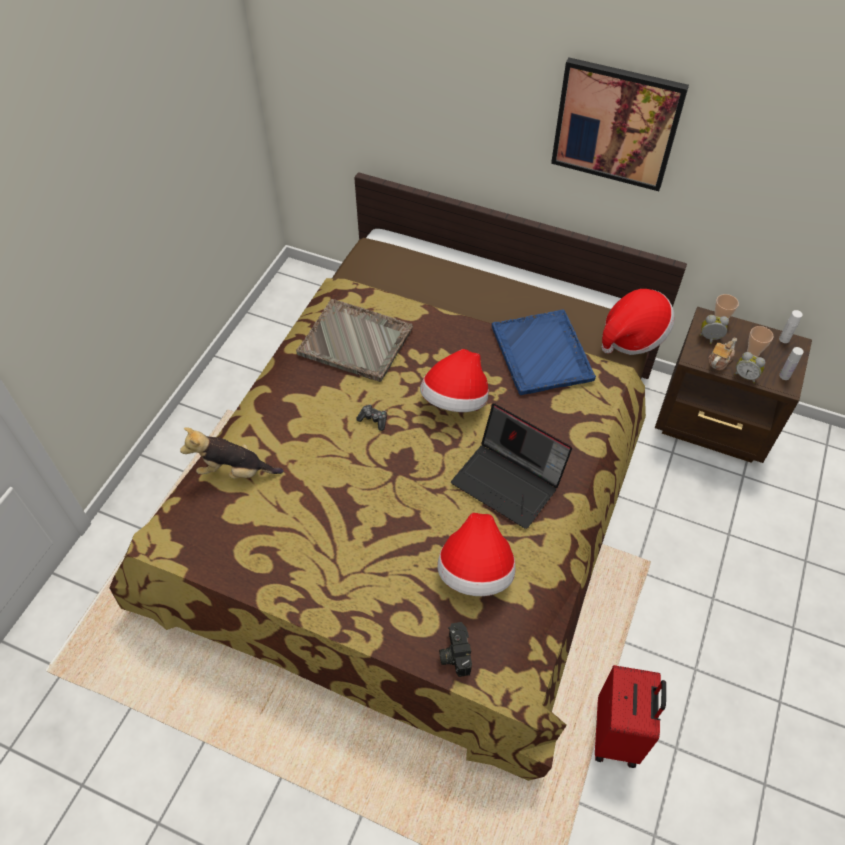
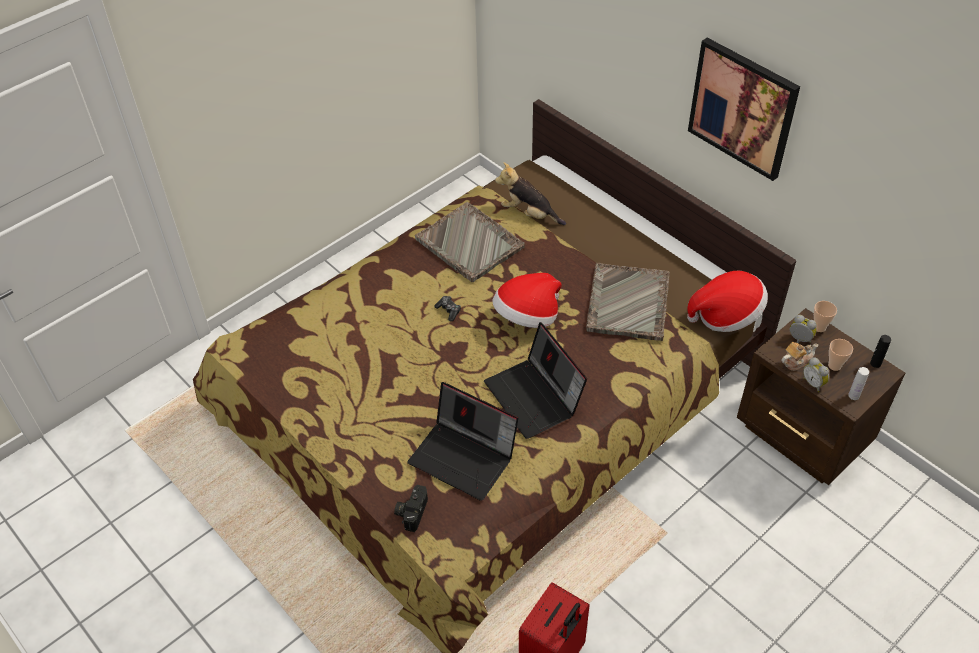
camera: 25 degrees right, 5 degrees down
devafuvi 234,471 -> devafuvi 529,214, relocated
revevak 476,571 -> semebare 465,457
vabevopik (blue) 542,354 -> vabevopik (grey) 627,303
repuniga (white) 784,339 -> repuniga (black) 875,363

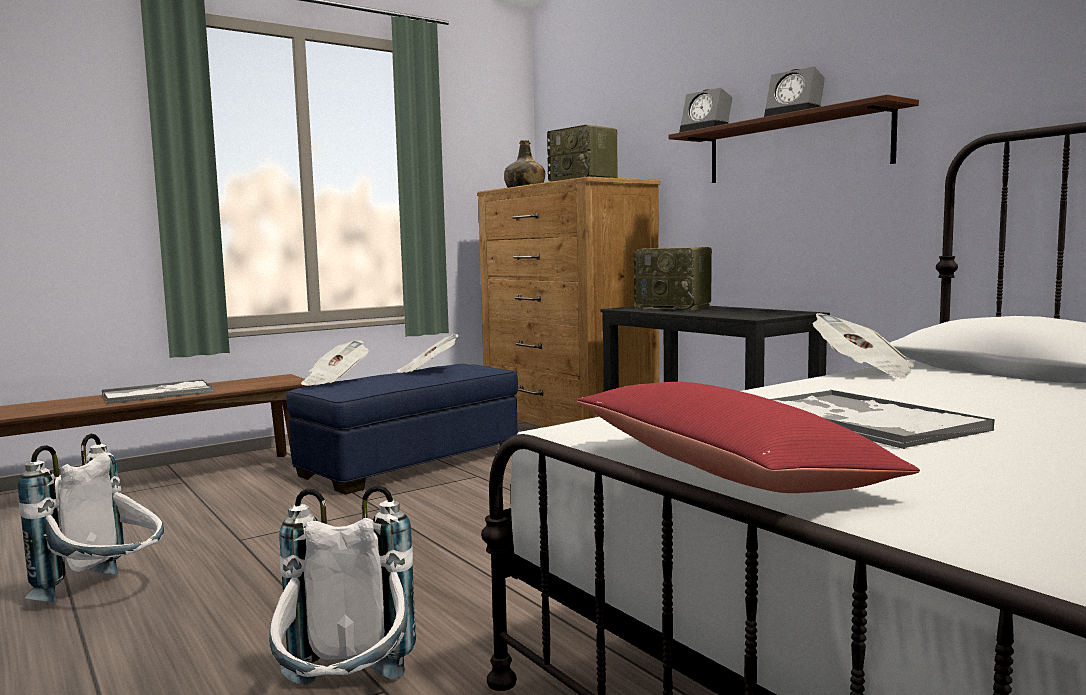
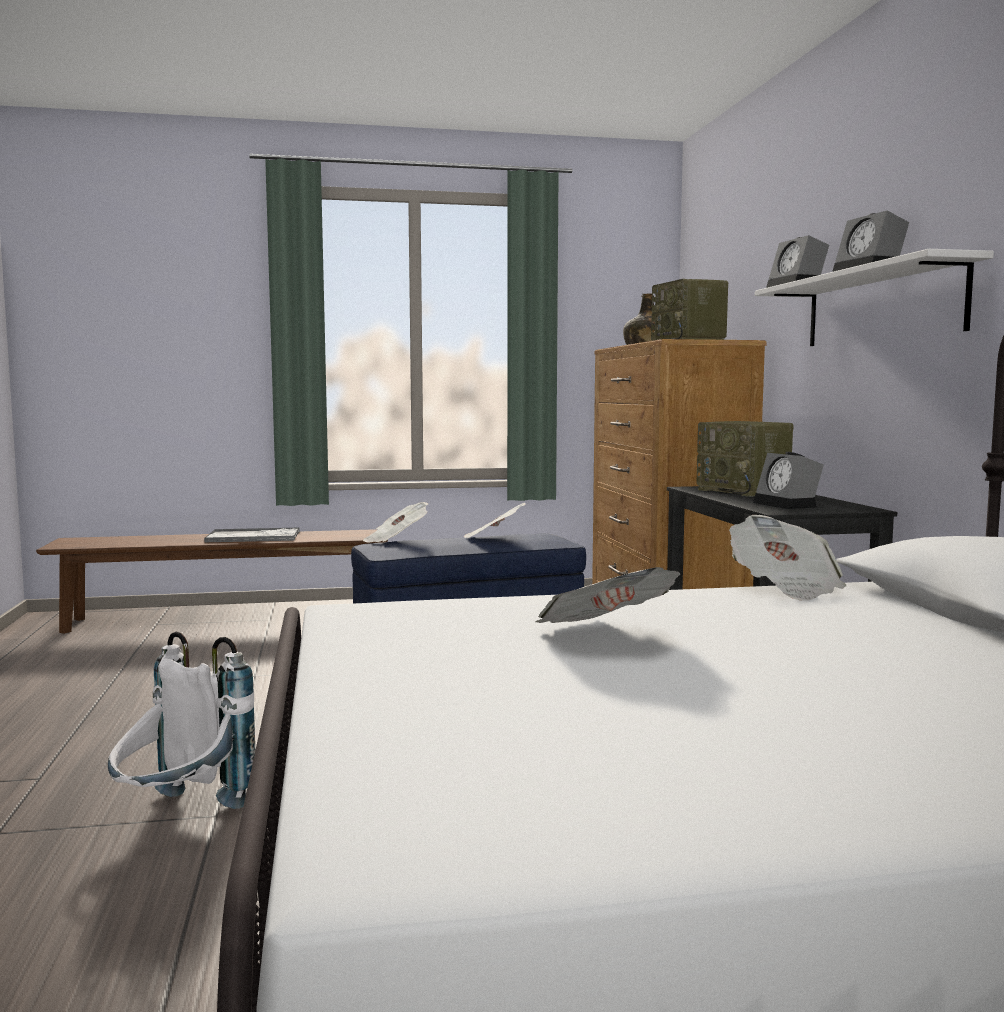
camera: 25 degrees right, 0 degrees up
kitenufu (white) 107,593 -> none
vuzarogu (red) 723,470 -> none
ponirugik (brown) 794,147 -> ponirugik (white) 881,307
vabevopik 860,420 -> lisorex 605,636
none -> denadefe 788,505

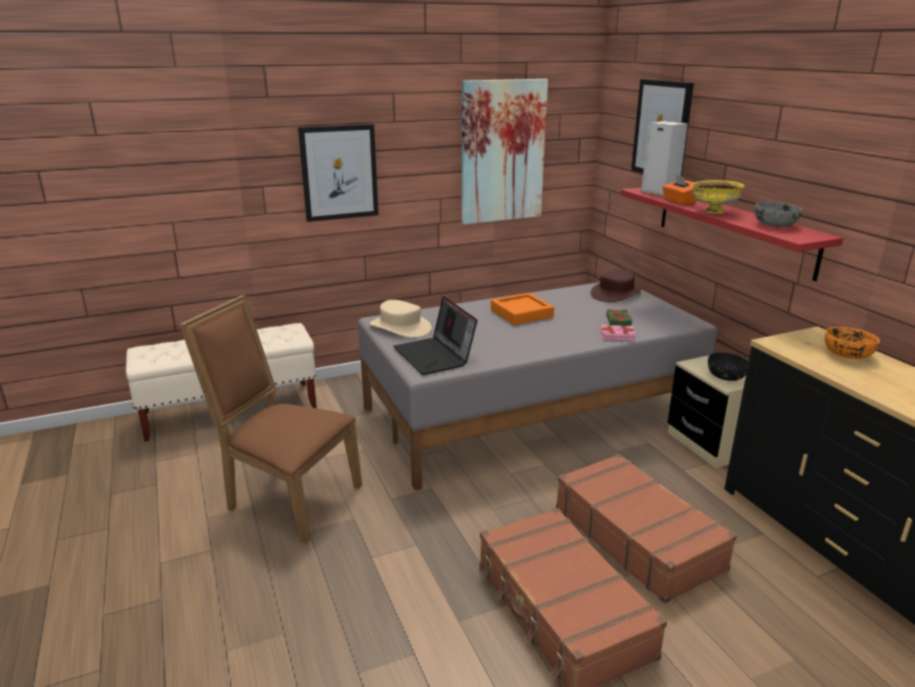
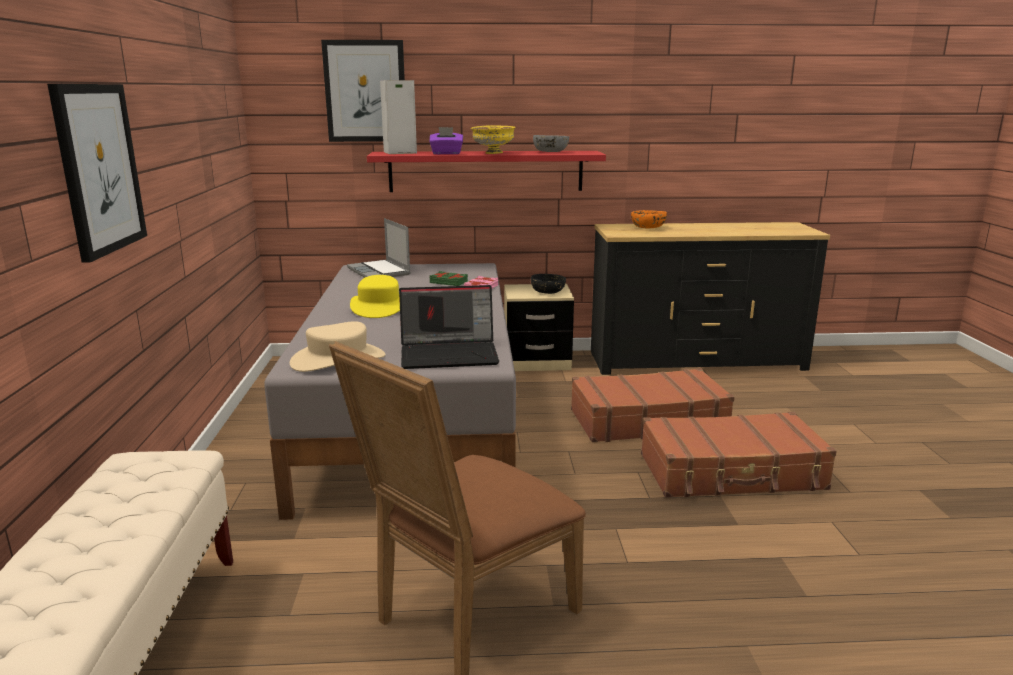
camera: 70 degrees left, 5 degrees down
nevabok 502,152 -> none
vabevopik (orange) 521,313 -> revevak (yellow) 379,306
revevak (brown) 616,293 -> semebare 380,271
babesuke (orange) 679,202 -> babesuke (purple) 446,153

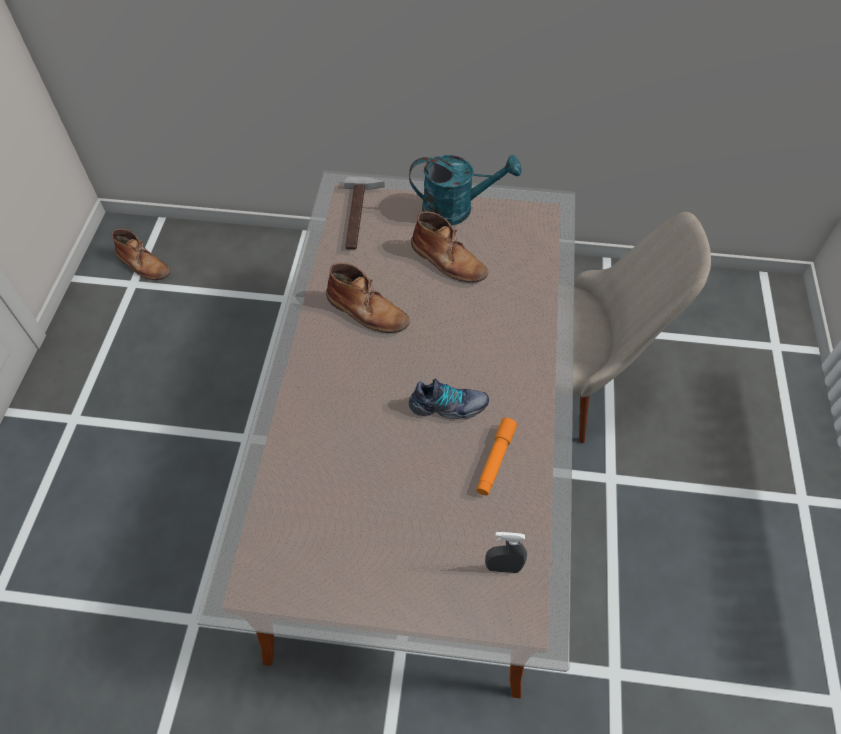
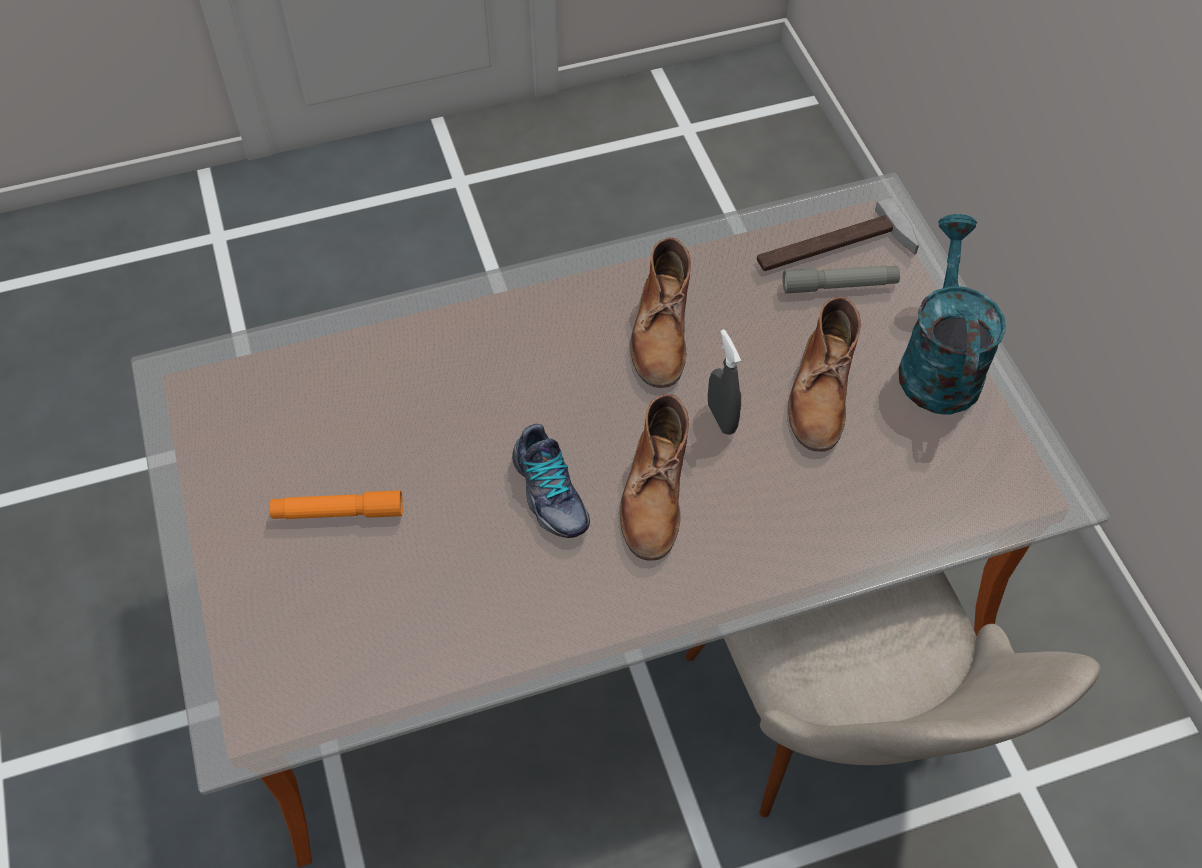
camera: 65 degrees right, 0 degrees up
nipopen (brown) 143,264 -> nipopen (brown) 655,493, relocated
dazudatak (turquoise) 457,208 -> dazudatak (turquoise) 938,362, 150 degrees counterclockwise
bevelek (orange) 495,460 -> bevelek (orange) 338,512, relocated
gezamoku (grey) 503,567 -> gezamoku (grey) 721,418, relocated
none -> bevelek (grey) 839,285

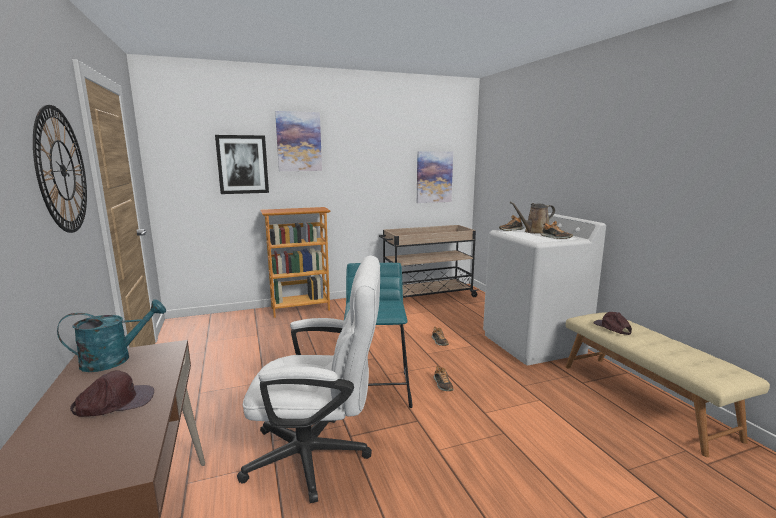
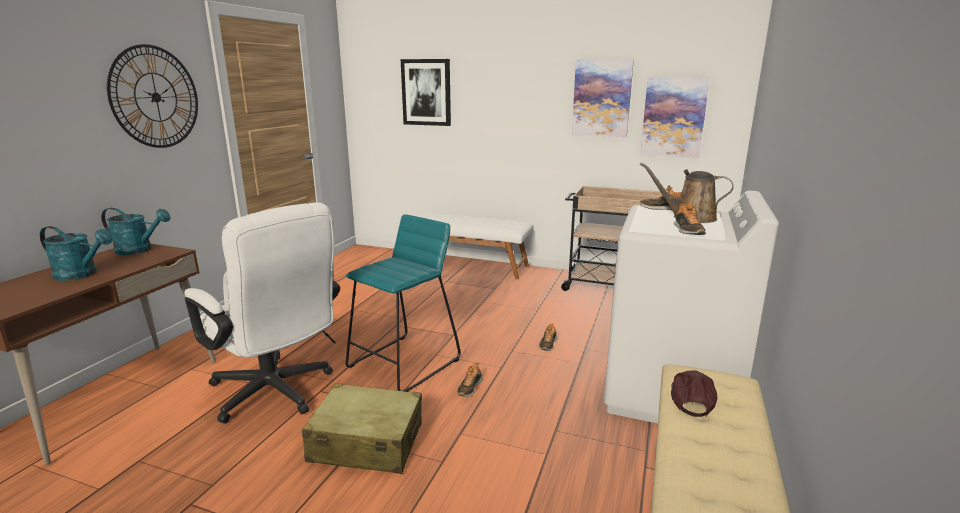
camera: 40 degrees right, 5 degrees up
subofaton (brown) 115,402 -> dazudatak (turquoise) 82,275
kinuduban 300,309 -> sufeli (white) 468,265
nevabok 299,141 -> nevabok 601,98, relocated
none -> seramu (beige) 366,443

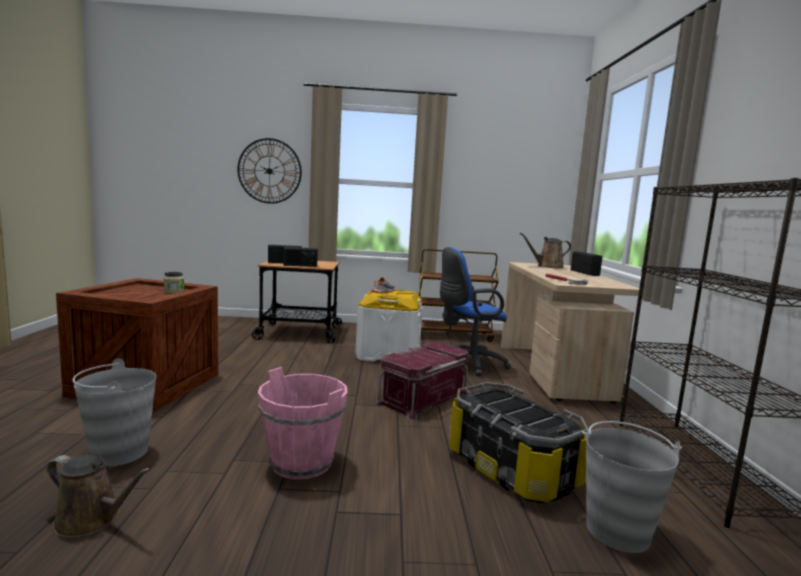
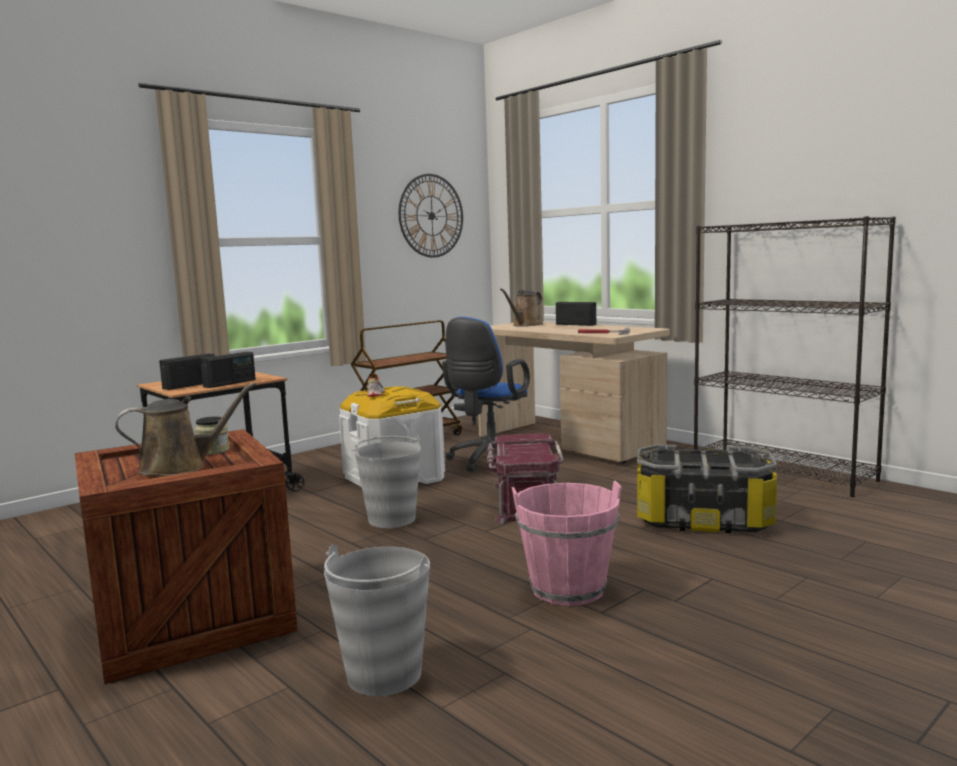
camera: 40 degrees left, 0 degrees up
dazudatak (brown) 92,520 -> dazudatak (brown) 180,467, relocated
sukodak 269,171 -> sukodak 431,216, relocated
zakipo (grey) 617,531 -> zakipo (grey) 392,519, relocated

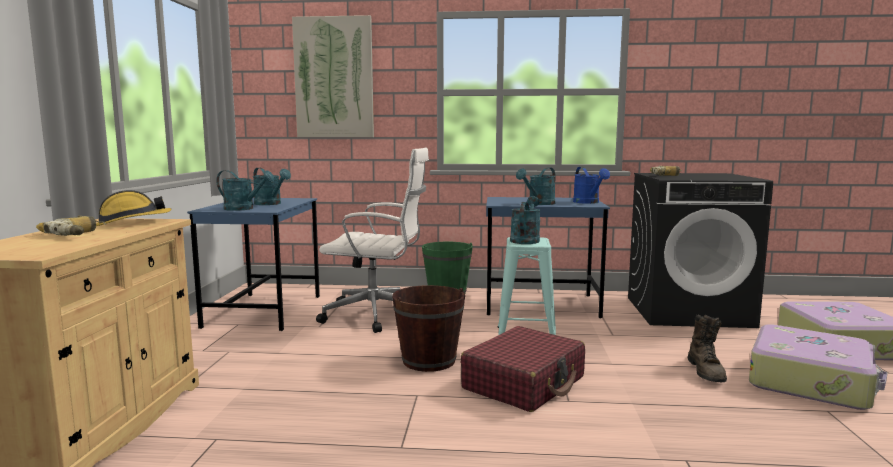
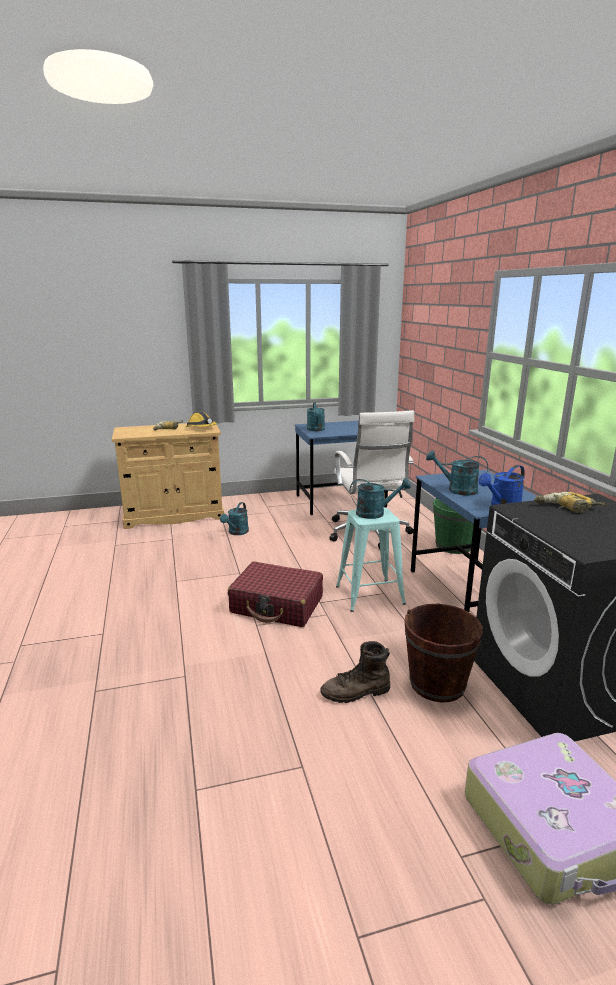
camera: 70 degrees right, 10 degrees up
dazudatak (turquoise) 271,204 -> dazudatak (turquoise) 236,532, relocated
nevabok 334,78 -> none
zakipo (brown) 429,361 -> zakipo (brown) 437,684, relocated
seramu 811,381 -> none

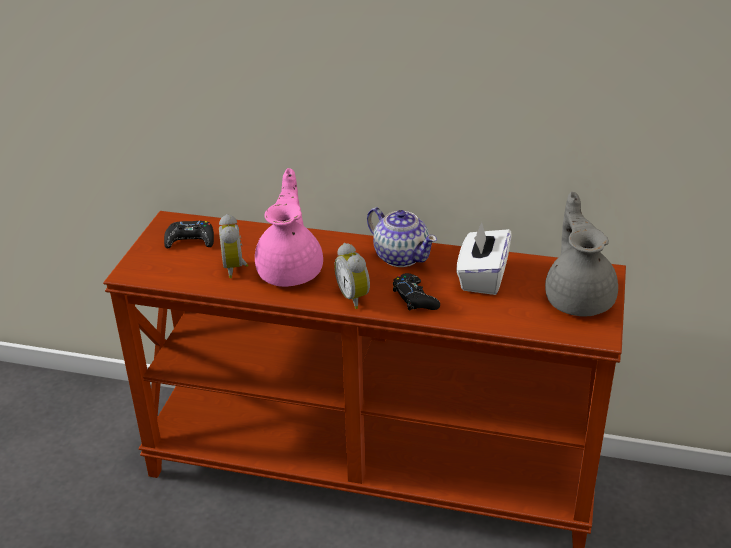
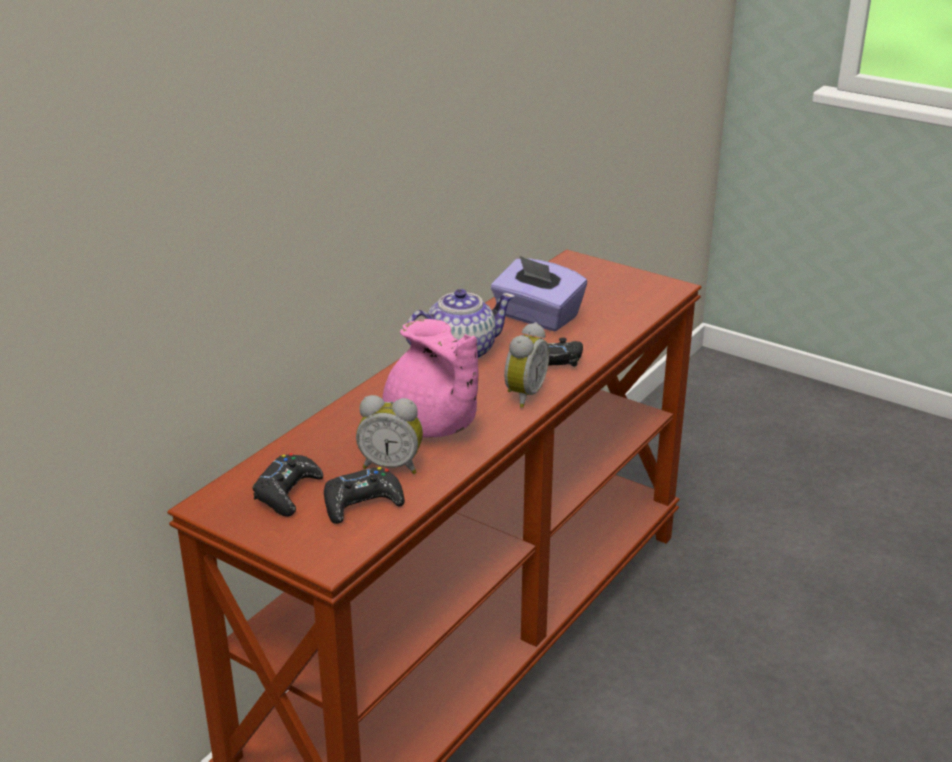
camera: 70 degrees left, 5 degrees down
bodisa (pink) 291,270 -> bodisa (pink) 432,426, 150 degrees counterclockwise
denadefe 355,297 -> denadefe 522,395, 60 degrees counterclockwise
babesuke (white) 482,277 -> babesuke (purple) 537,317
bodisa (grey) 578,298 -> none
none -> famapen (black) 362,503

